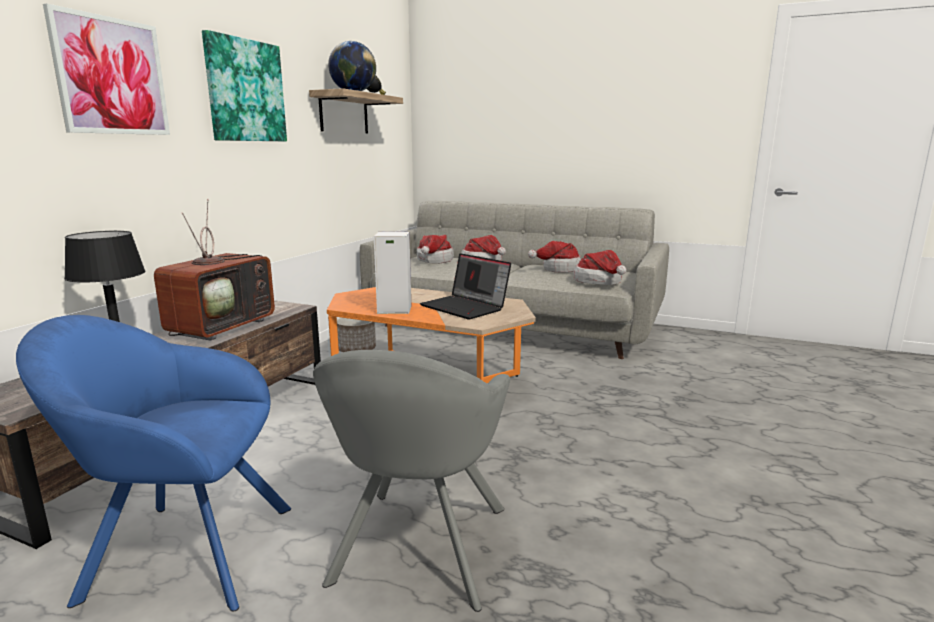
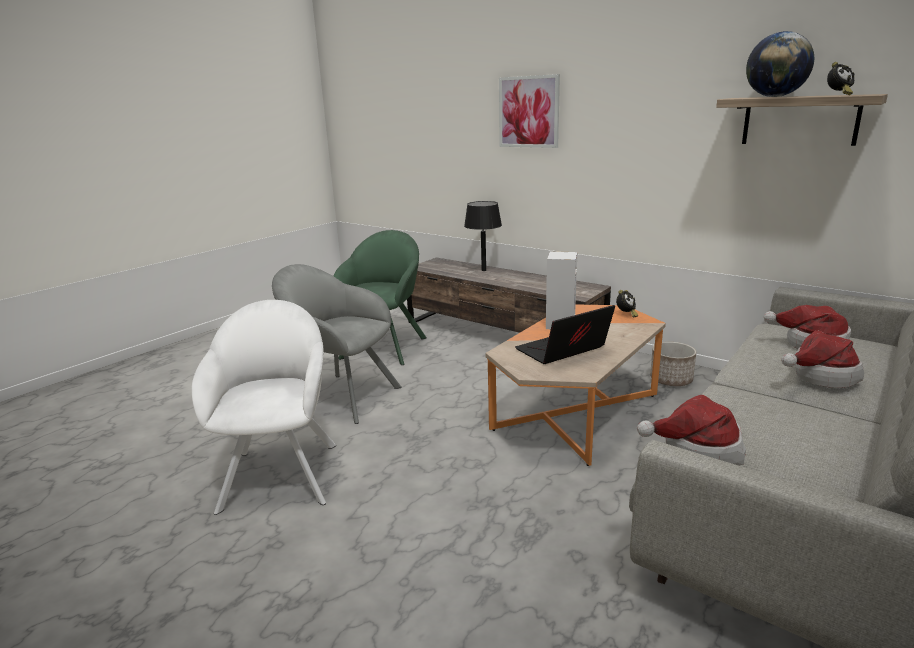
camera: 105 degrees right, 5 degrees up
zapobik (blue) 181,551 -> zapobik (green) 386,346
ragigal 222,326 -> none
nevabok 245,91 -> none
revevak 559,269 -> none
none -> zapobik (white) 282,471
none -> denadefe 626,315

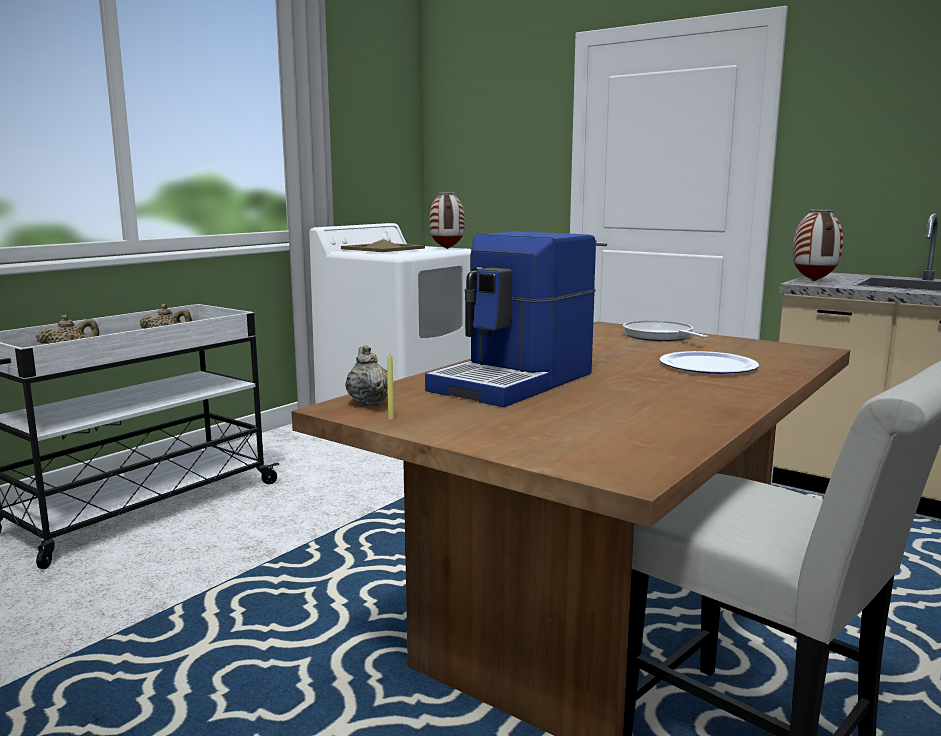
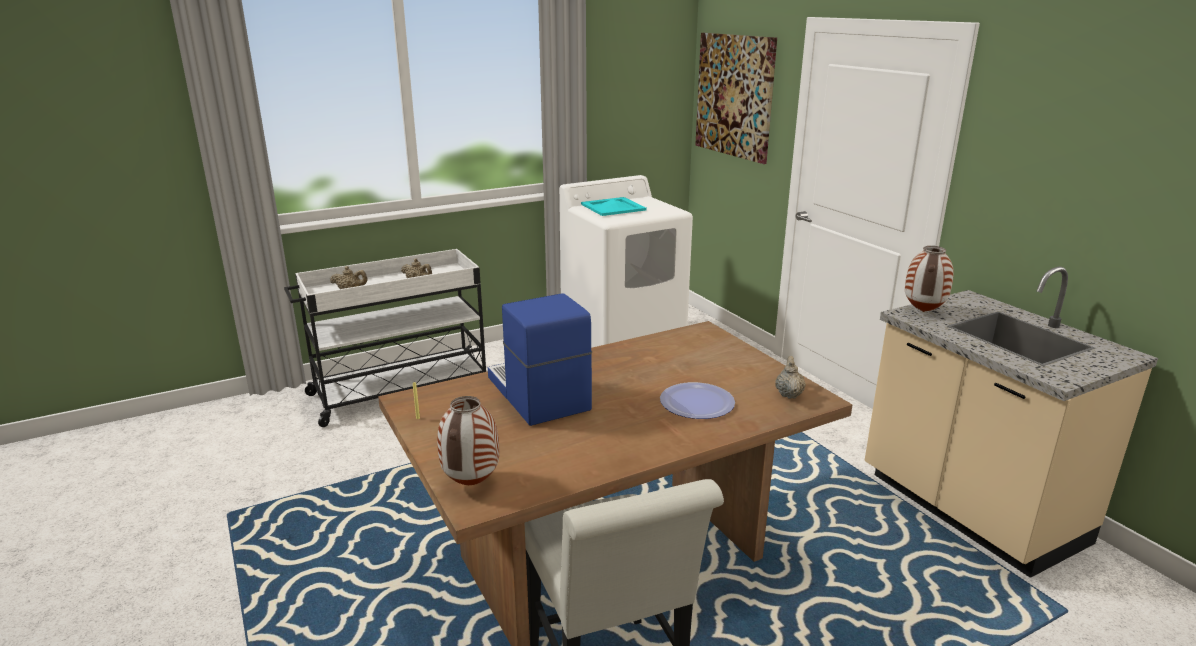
camera: 25 degrees right, 10 degrees up
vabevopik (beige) 382,248 -> vabevopik (turquoise) 612,207
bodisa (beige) 369,403 -> bodisa (beige) 788,394, relocated
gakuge 515,382 -> gakuge 537,394, 90 degrees clockwise
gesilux 447,249 -> gesilux 472,484, relocated
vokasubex 660,336 -> none
none -> nevabok 734,96

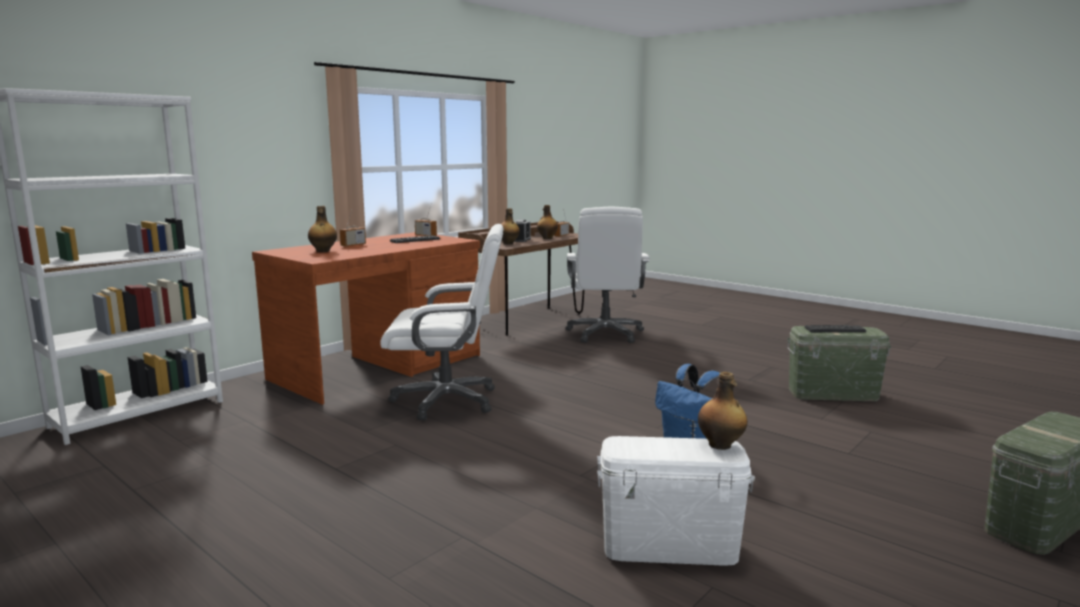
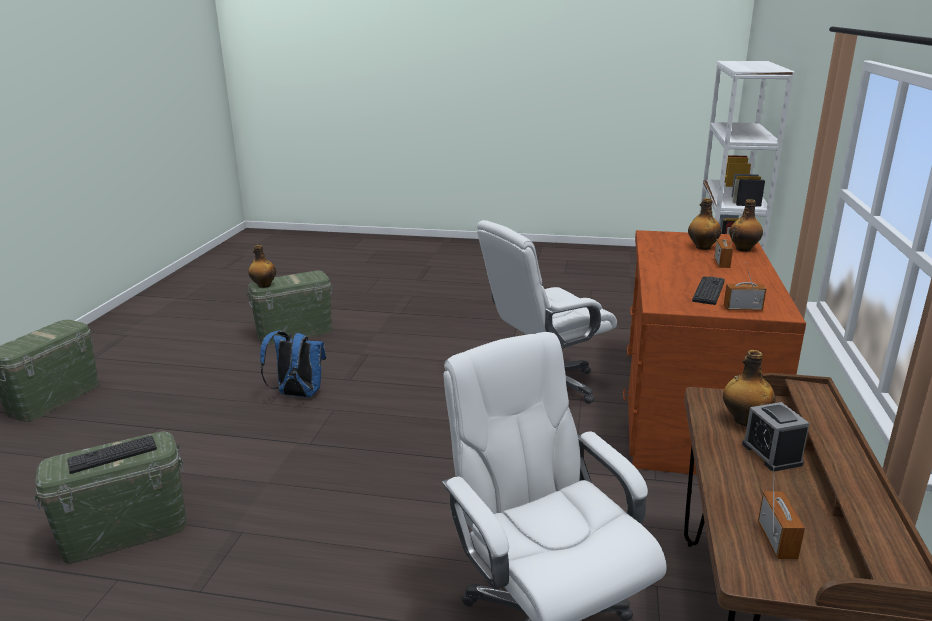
camera: 150 degrees right, 10 degrees up
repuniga 547,238 -> repuniga 744,249, relocated
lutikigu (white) 669,546 -> lutikigu (green) 295,333

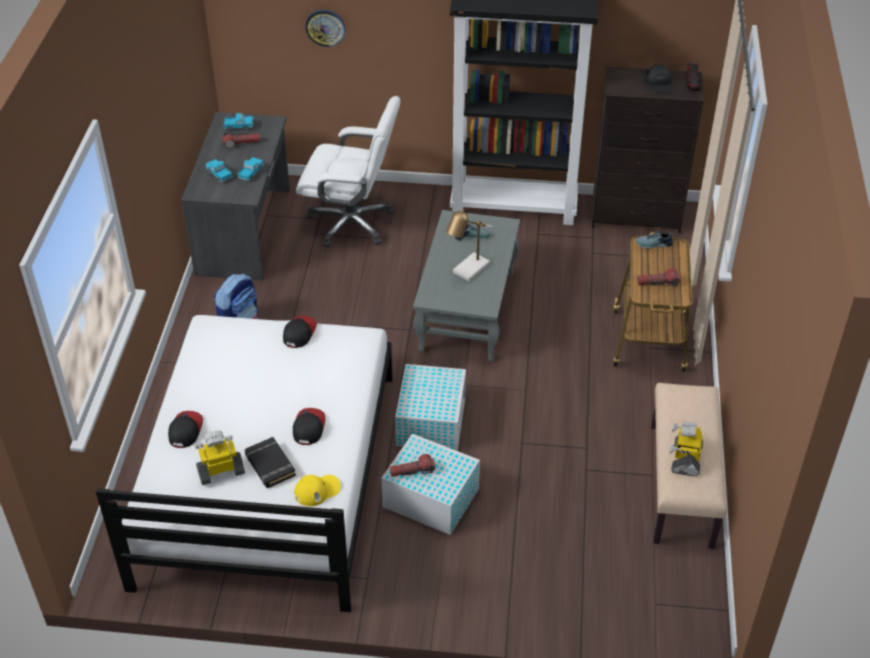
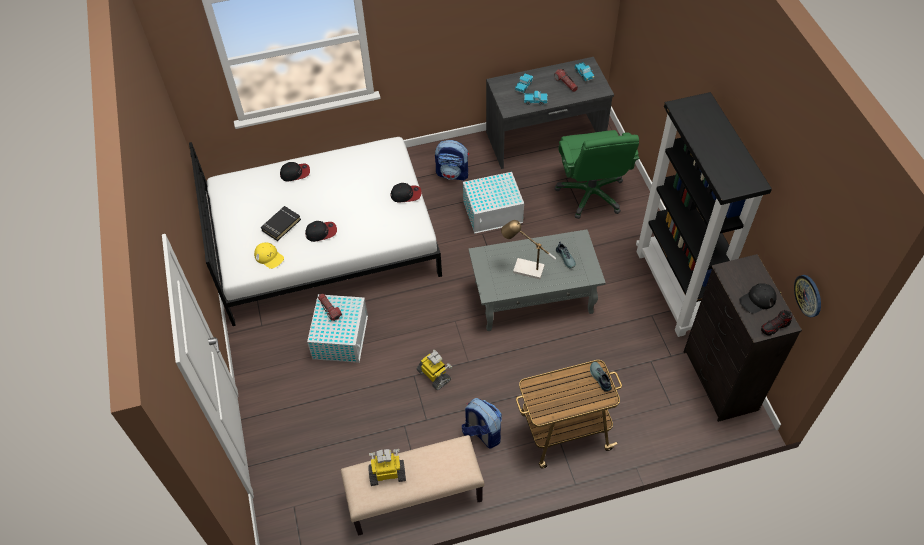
camera: 70 degrees right, 10 degrees up
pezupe 221,470 -> pezupe 434,375, relocated
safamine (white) 352,223 -> safamine (green) 591,194
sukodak 325,27 -> sukodak 808,295, relocated
lutikigu (white) 431,421 -> lutikigu (white) 494,212, relocated
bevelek 658,283 -> none
none -> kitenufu 482,433

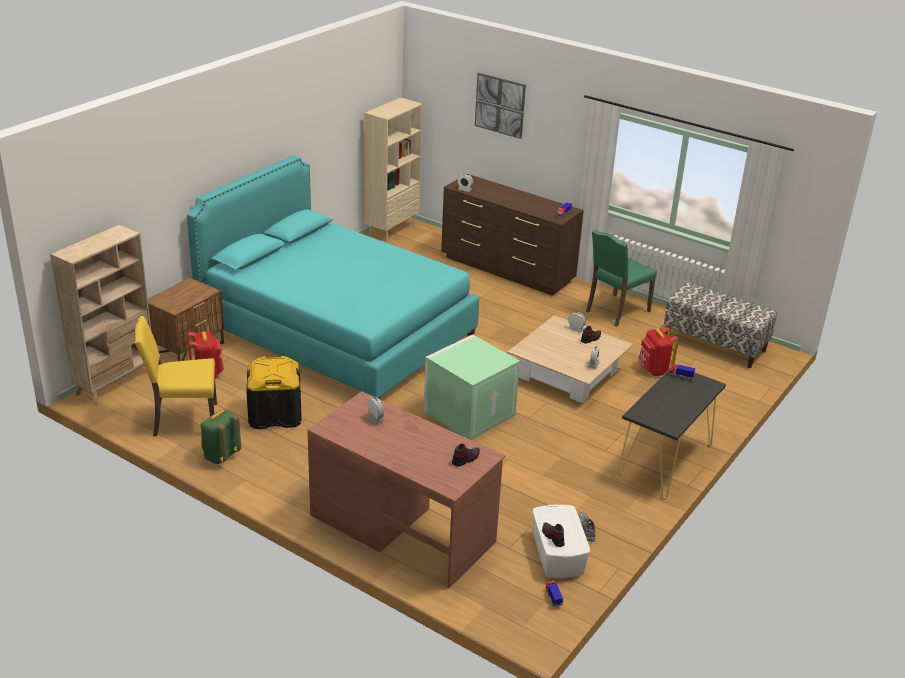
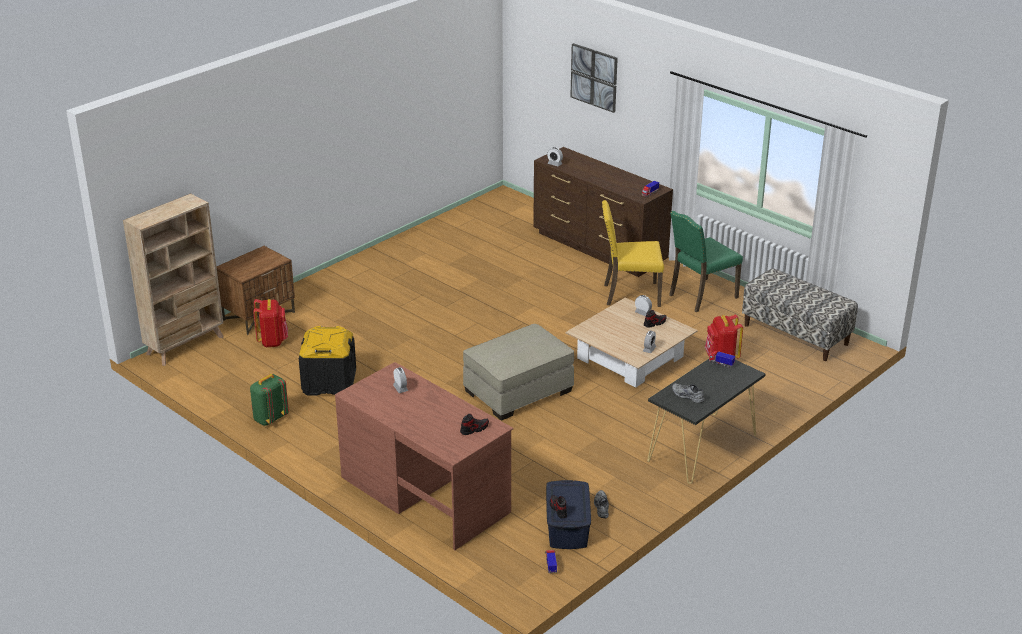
camera: 10 degrees right, 0 degrees up
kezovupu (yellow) 183,420 -> kezovupu (yellow) 630,294, relocated
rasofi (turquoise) 337,332 -> none
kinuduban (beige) 392,230 -> none
lutikigu (green) 469,412 -> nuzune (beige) 519,390
lutikigu (white) 557,554 -> lutikigu (blue) 567,527
none -> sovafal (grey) 687,396

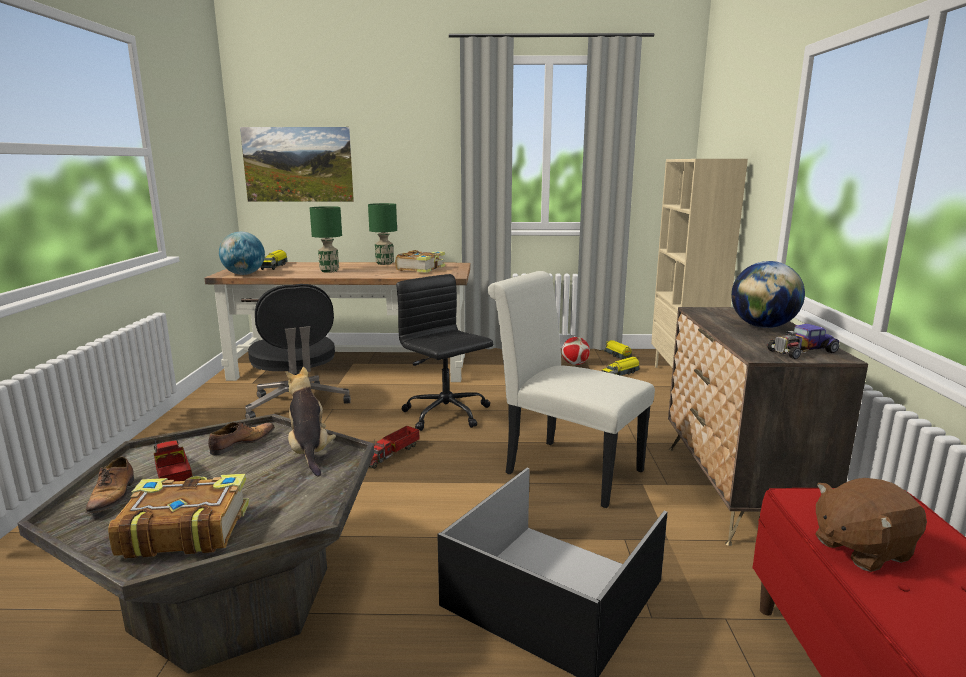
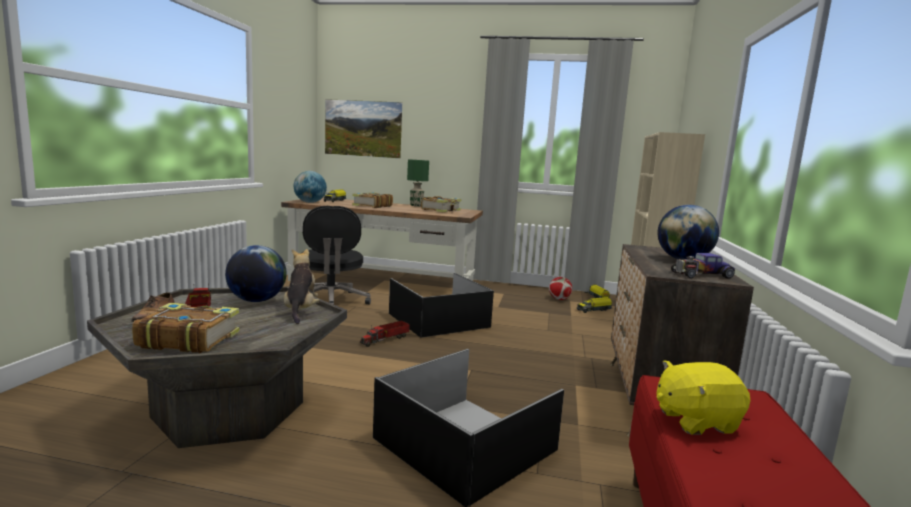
camera: 10 degrees right, 5 degrees down
sovafal 241,444 -> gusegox 257,300
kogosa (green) 329,271 -> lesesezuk 372,206
safamine (black) 447,414 -> lutikigu (black) 439,320
kezovupu (white) 565,469 -> none
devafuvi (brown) 861,548 -> devafuvi (yellow) 695,420

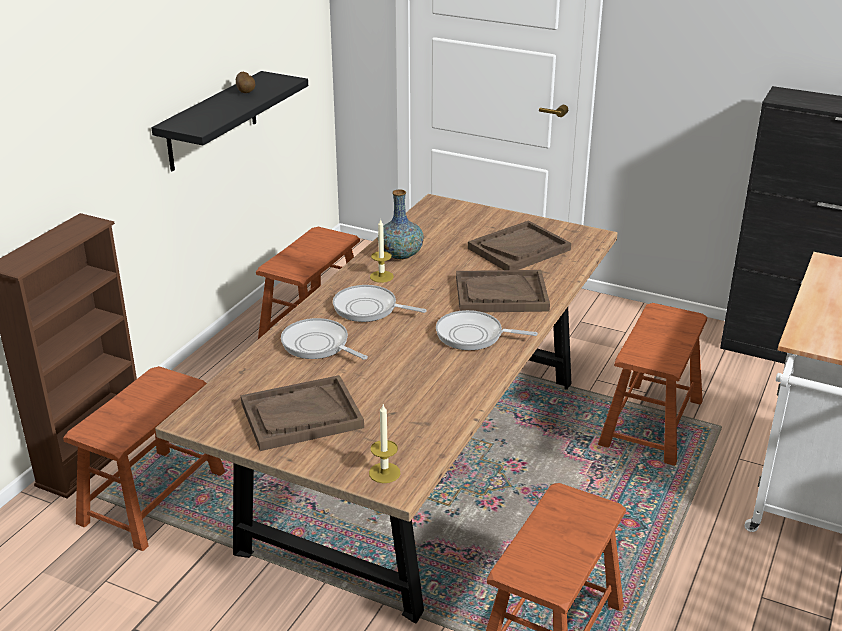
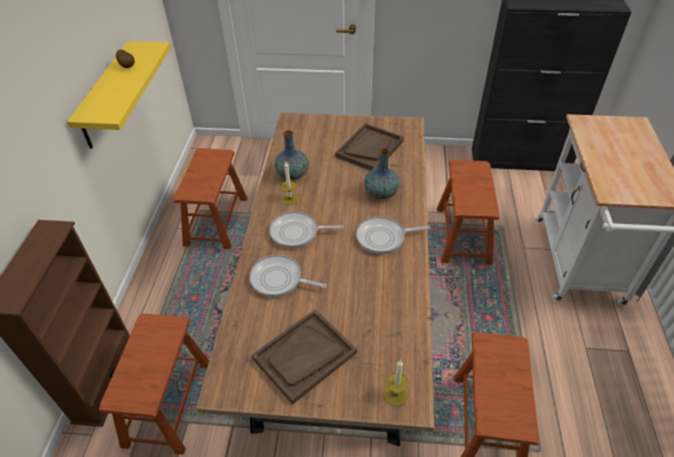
camera: 20 degrees left, 15 degrees up
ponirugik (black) 212,121 -> ponirugik (yellow) 106,96
vabevopik (brown) 501,294 -> gesilux 381,193

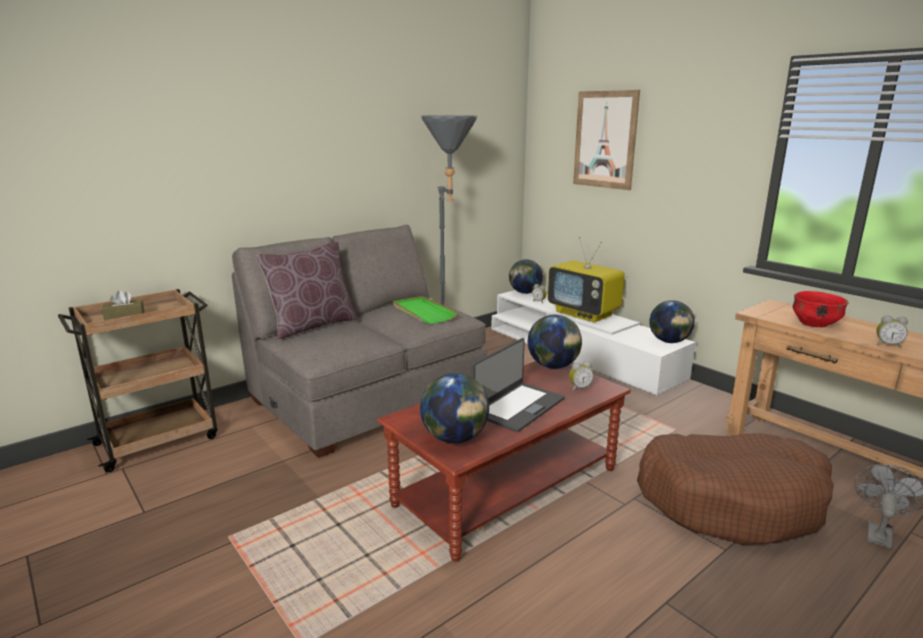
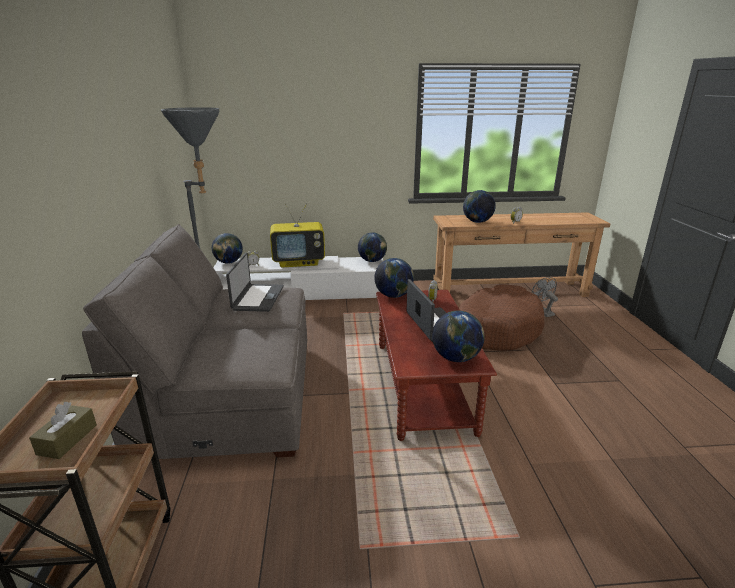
camera: 55 degrees left, 5 degrees up
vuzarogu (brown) 312,325 -> none
vabevopik (green) 423,312 -> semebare 257,298
nevabok 605,140 -> none
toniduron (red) 814,324 -> gusegox 477,222

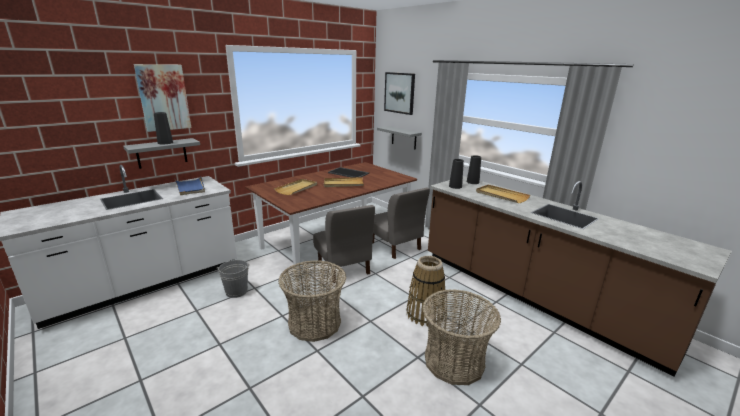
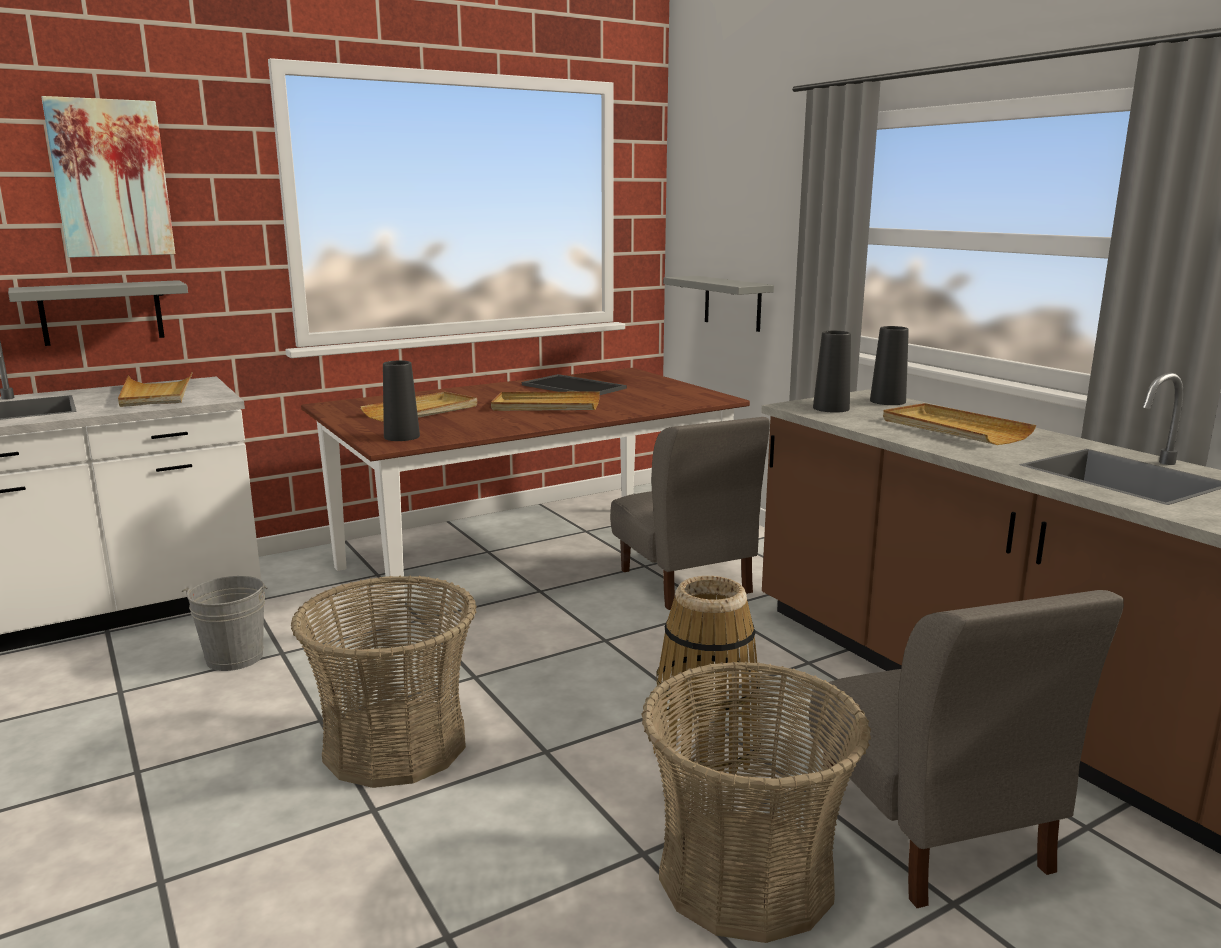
camera: 10 degrees right, 5 degrees down
gesilux (black) 165,143 -> gesilux (black) 402,436, relocated
vabevopik (blue) 190,187 -> vabevopik (beige) 156,394
kezovupu (grey) 343,268 -> kezovupu (grey) 932,832, relocated
nevabok 399,93 -> none

